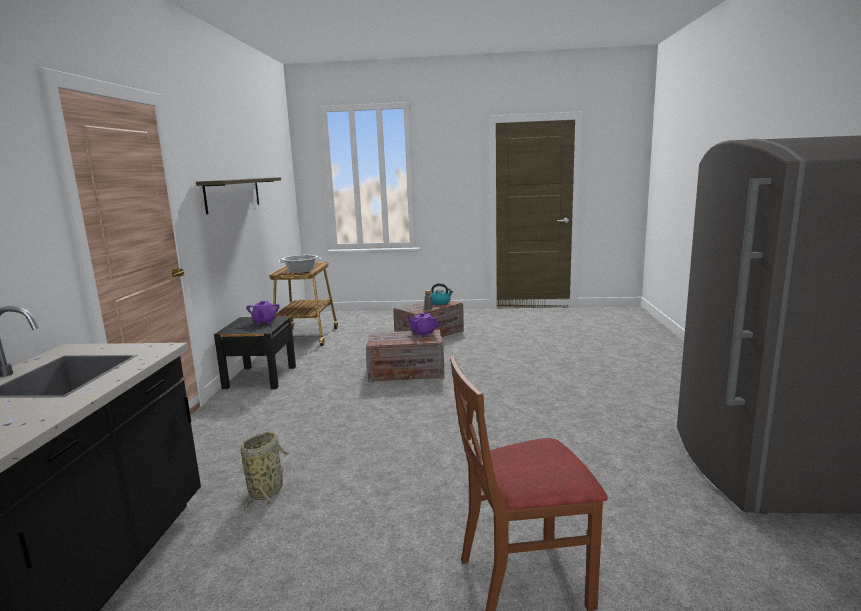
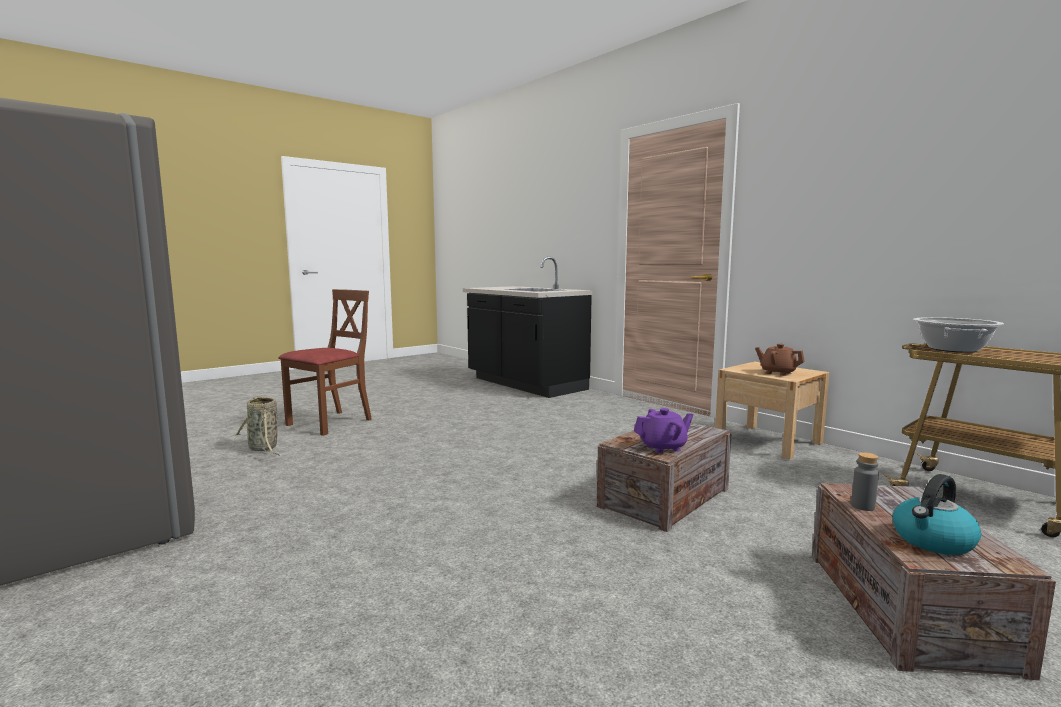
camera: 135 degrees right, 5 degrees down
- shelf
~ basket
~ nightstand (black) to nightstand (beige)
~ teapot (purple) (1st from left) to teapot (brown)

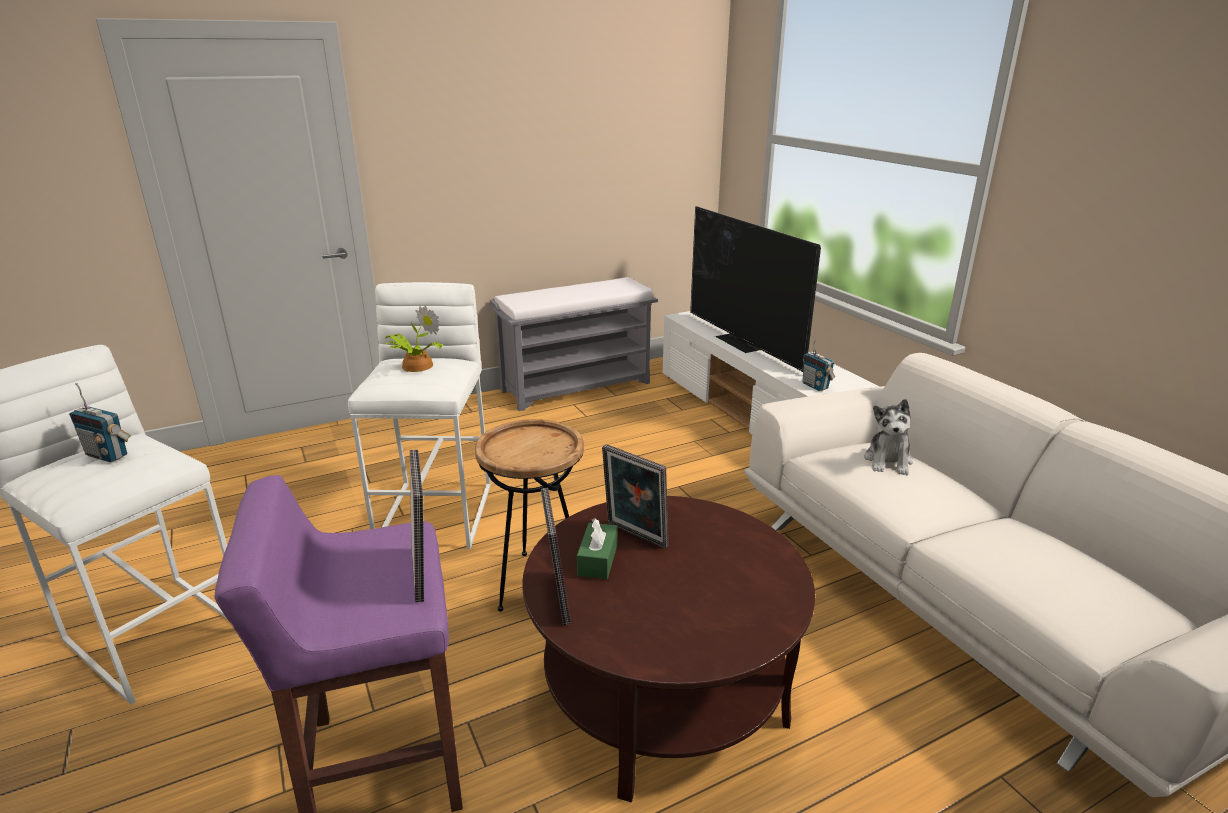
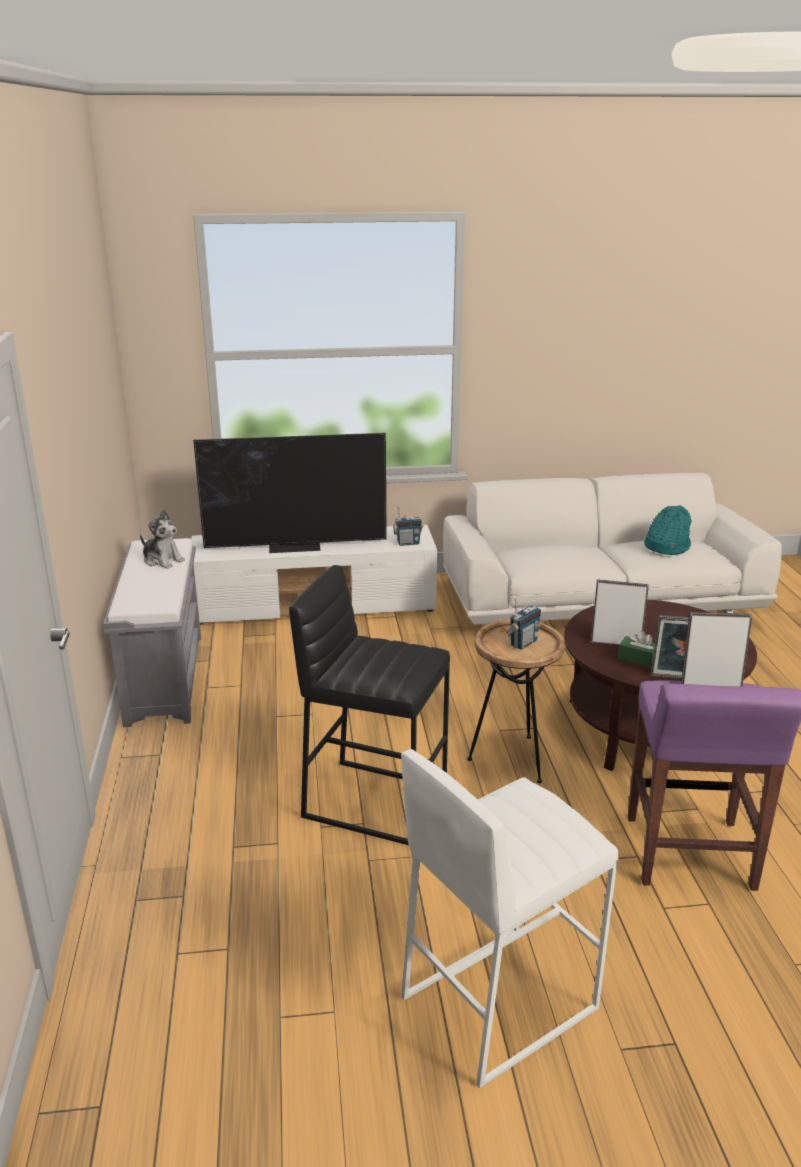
camera: 70 degrees left, 0 degrees up
- potted plant
+ hat (turquoise)
~ radio (1st from left in the first image) to radio (2nd from left)
~ plush toy
~ stool (white) (2nd from left) to stool (black)
~ picture frame (3rd from left in the first image) 135 degrees counterclockwise

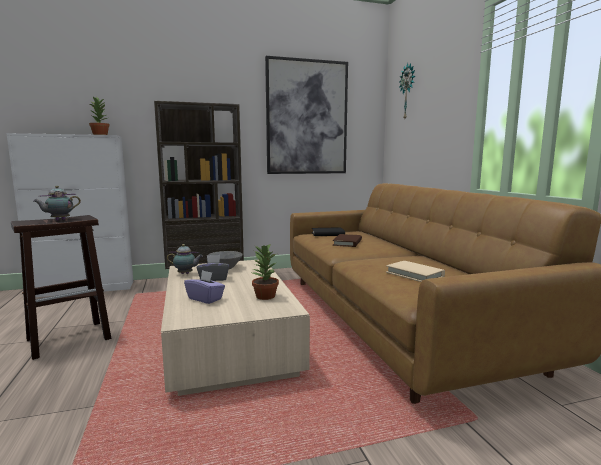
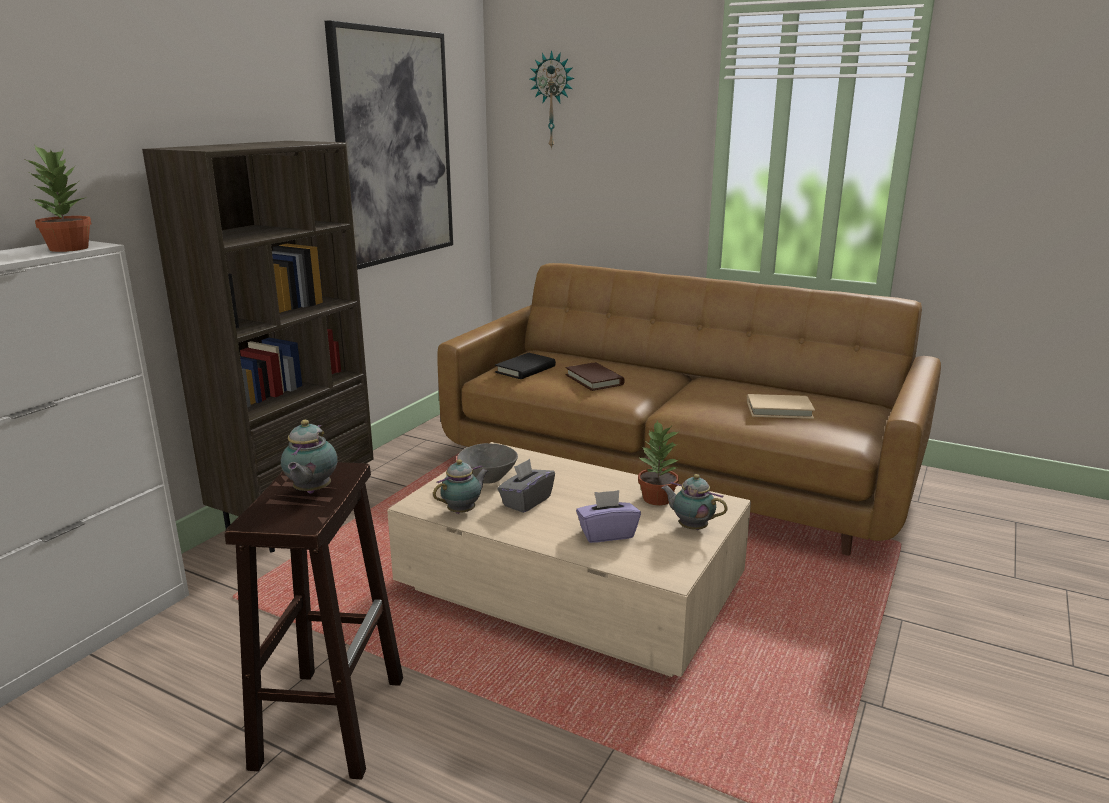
camera: 45 degrees left, 10 degrees up
+ teapot (3rd from left)

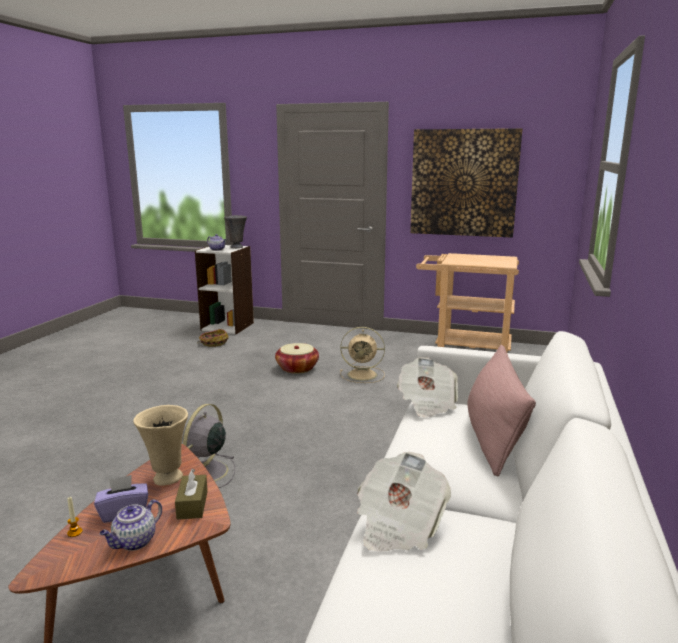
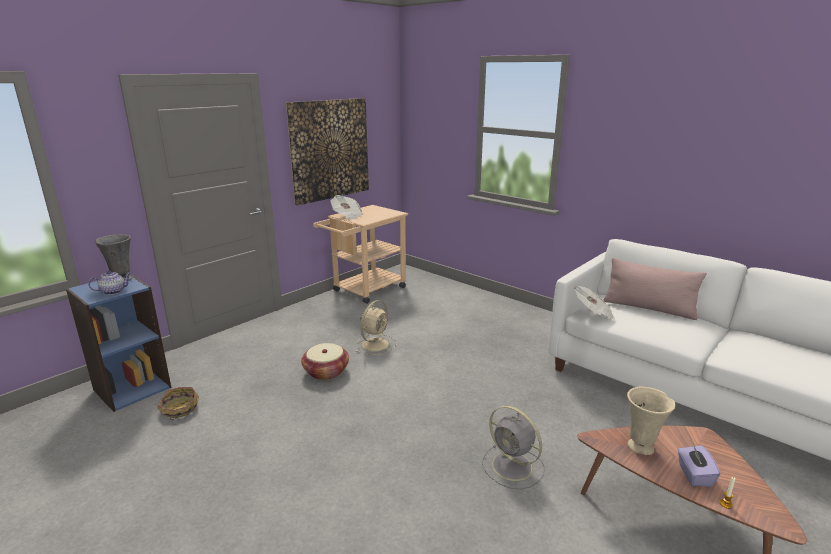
camera: 65 degrees left, 5 degrees up
- teapot (1st from left)
- tissue box (brown)
~ newspaper (1st from left)
~ bookcase (white) to bookcase (blue)

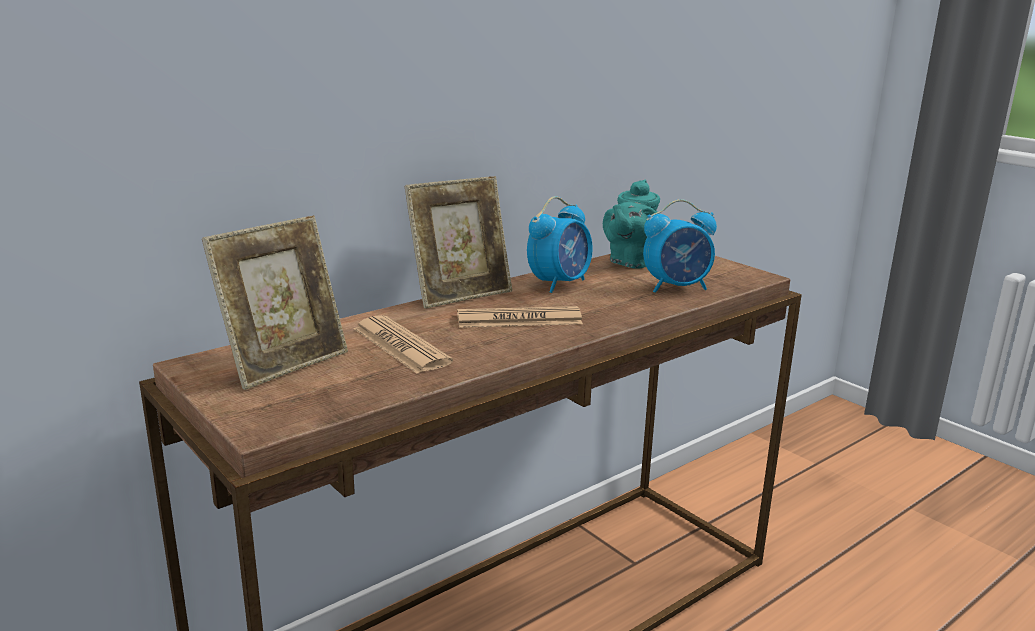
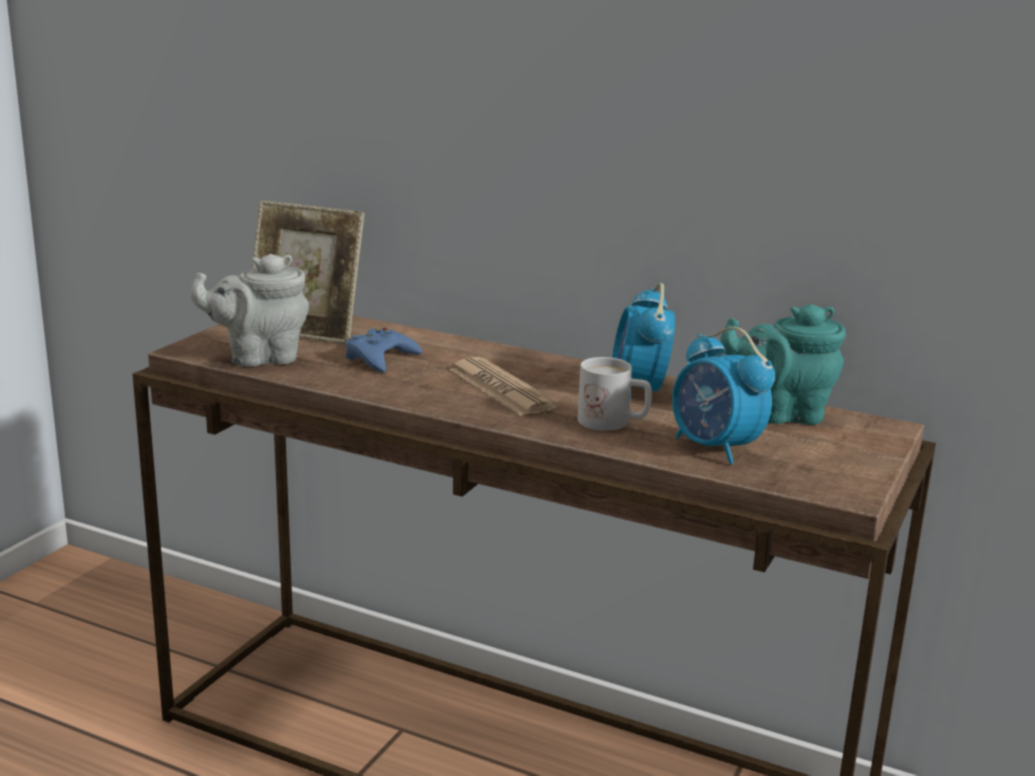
camera: 65 degrees right, 0 degrees up
- picture frame (2nd from left)
+ teapot (grey)
+ mug (white)
~ newspaper (1st from left) to game controller (blue)
~ alarm clock (1st from left) 75 degrees clockwise

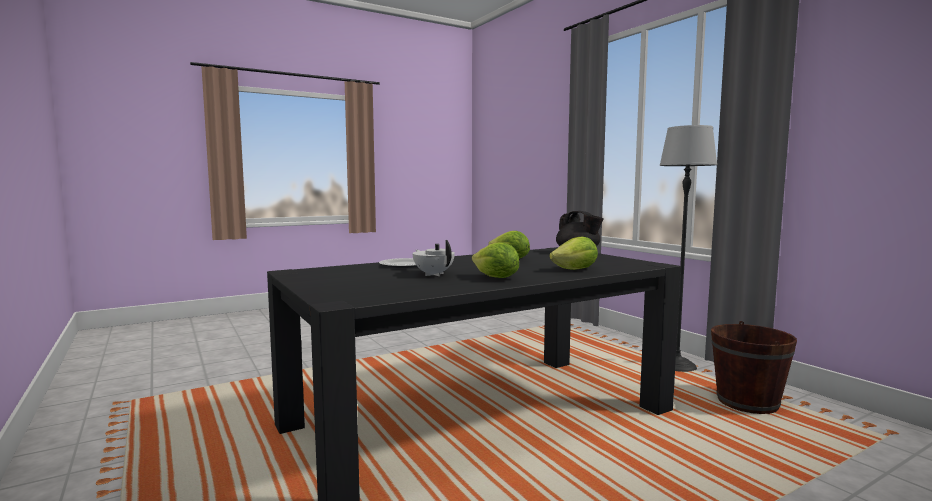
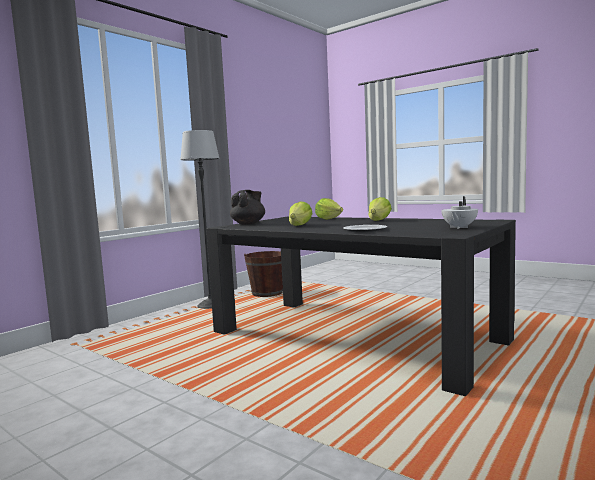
camera: 110 degrees left, 0 degrees up
~ teapot (white)

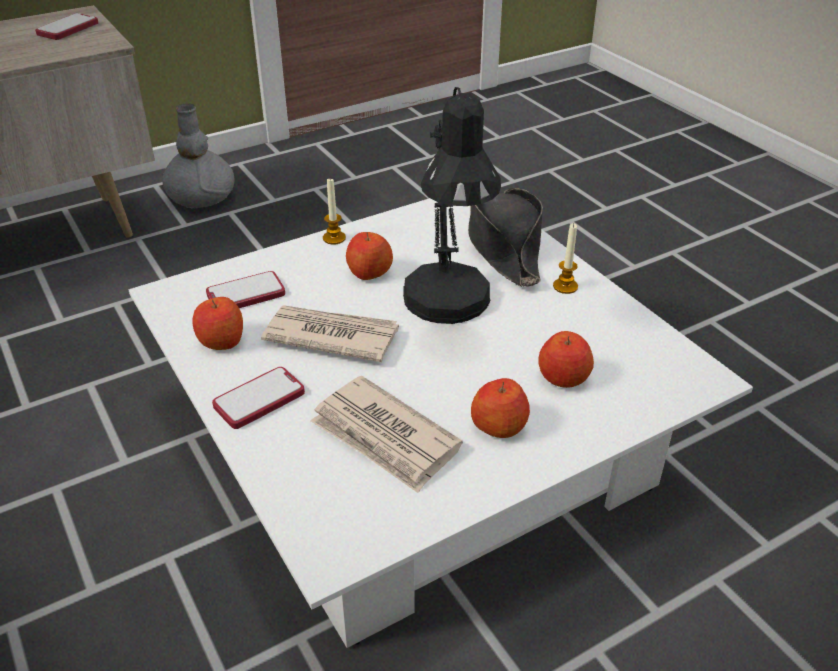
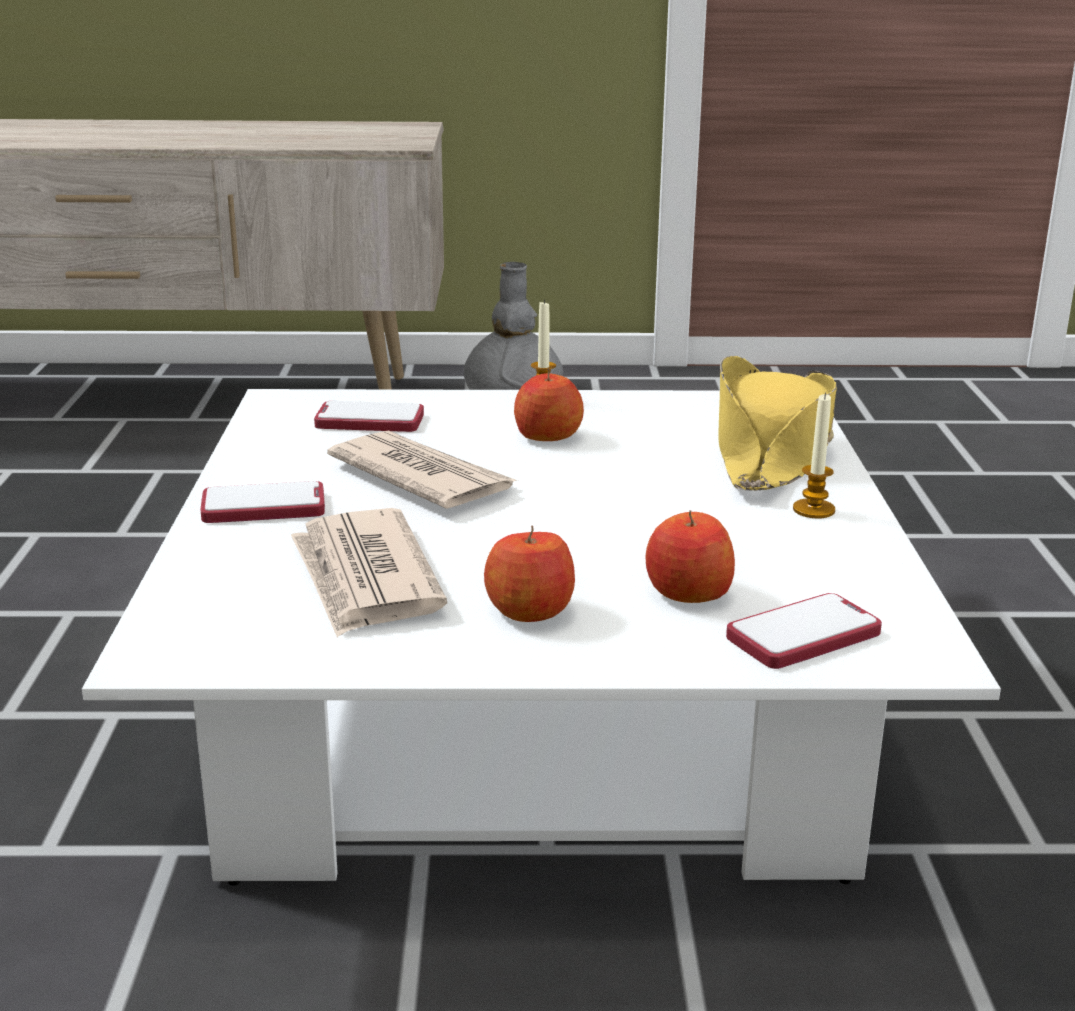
camera: 30 degrees right, 15 degrees down
- apple (1st from left)
- table lamp (black)
~ phone (1st from left in the first image) to phone (3rd from left)
~ hat (black) to hat (yellow)

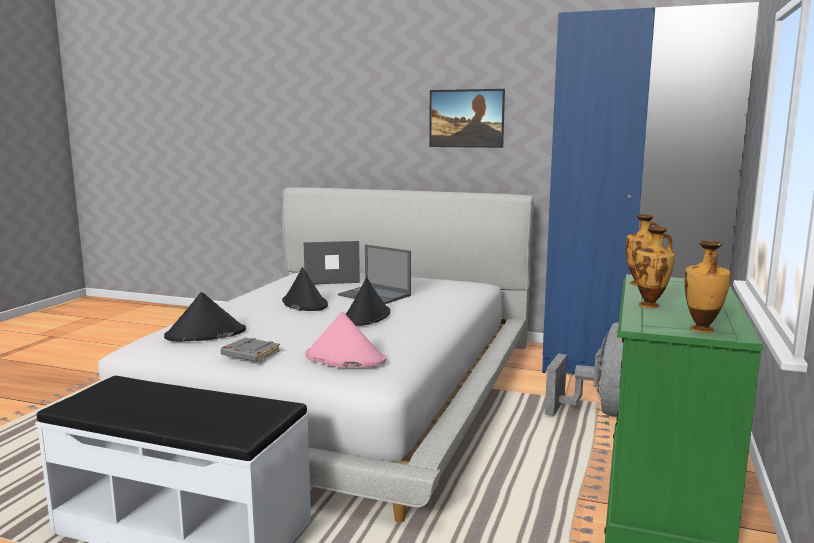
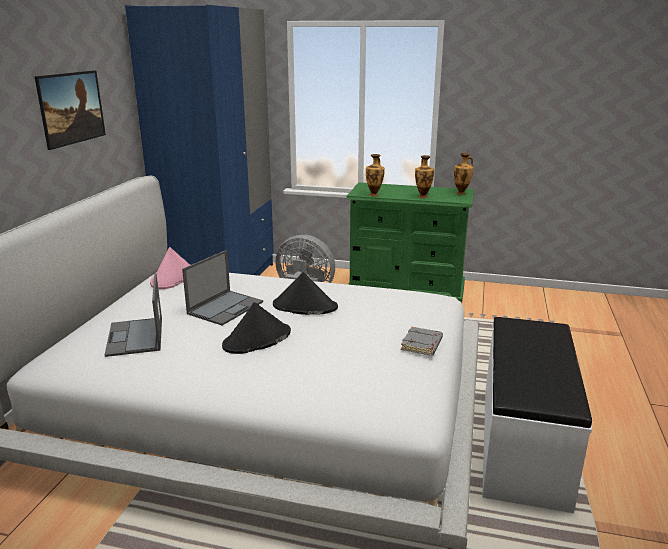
camera: 95 degrees left, 10 degrees up
- hat (black) (1st from left)
~ hat (pink)

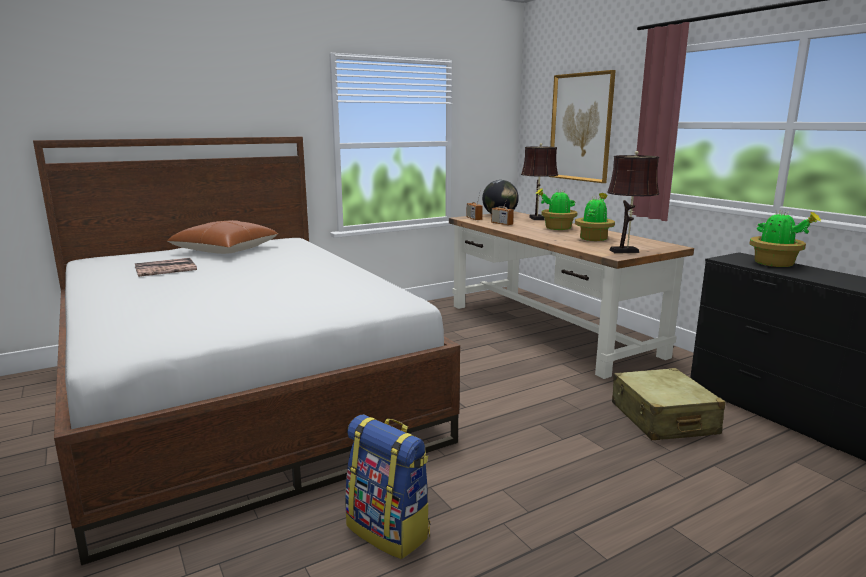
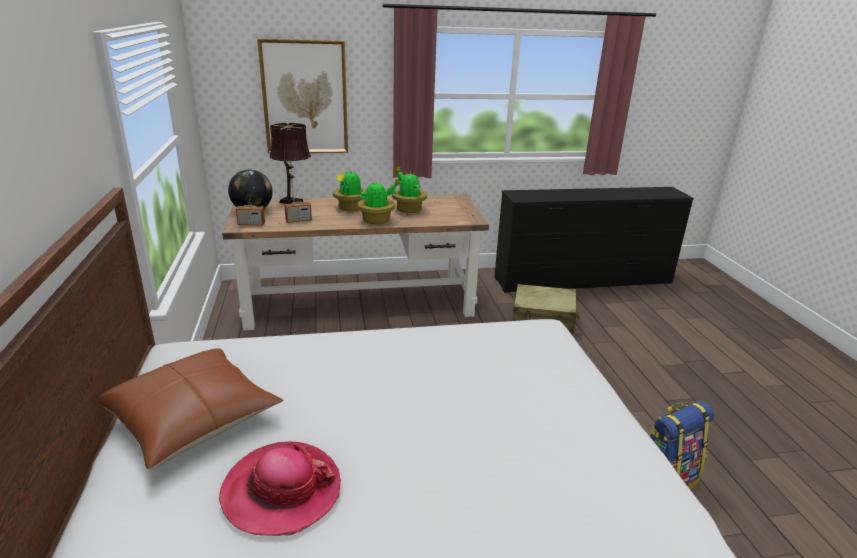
camera: 70 degrees left, 10 degrees up
- table lamp (brown) (2nd from left)
~ potted plant (3rd from left in the first image) to potted plant (2nd from left)
~ book to hat

